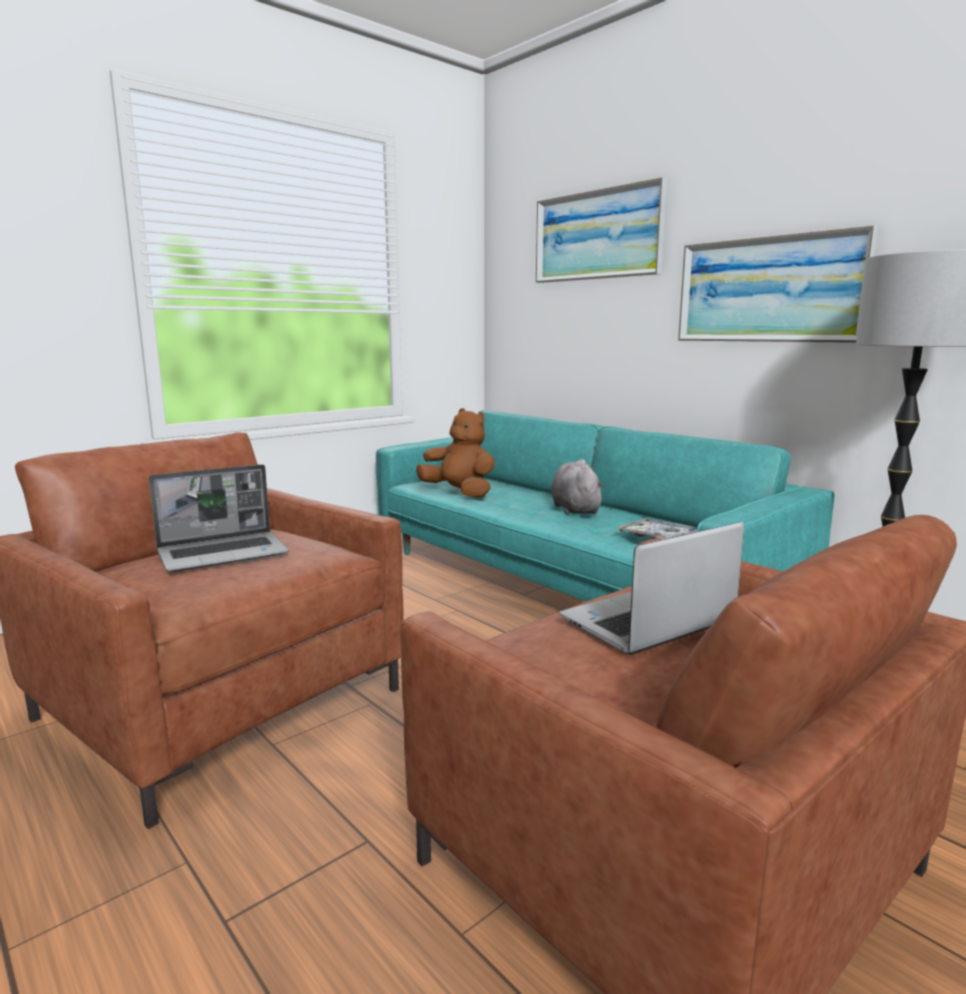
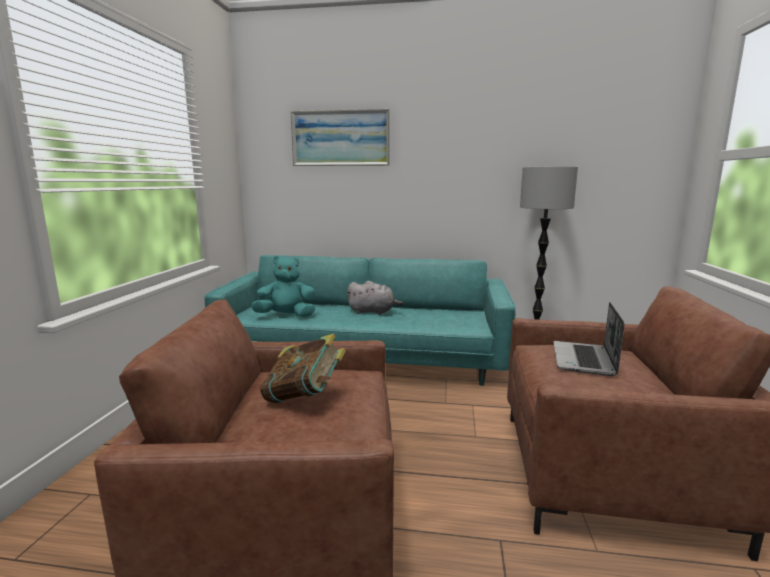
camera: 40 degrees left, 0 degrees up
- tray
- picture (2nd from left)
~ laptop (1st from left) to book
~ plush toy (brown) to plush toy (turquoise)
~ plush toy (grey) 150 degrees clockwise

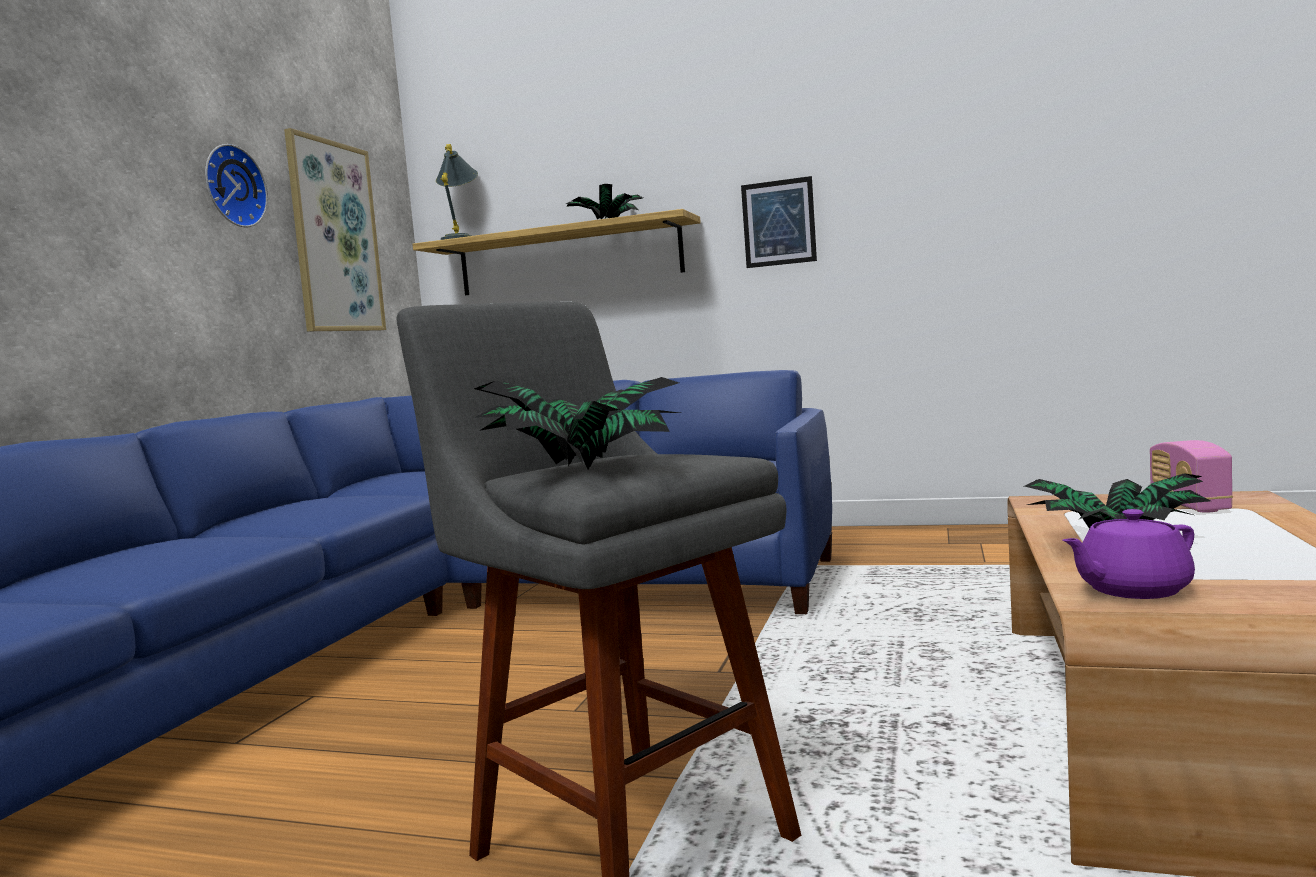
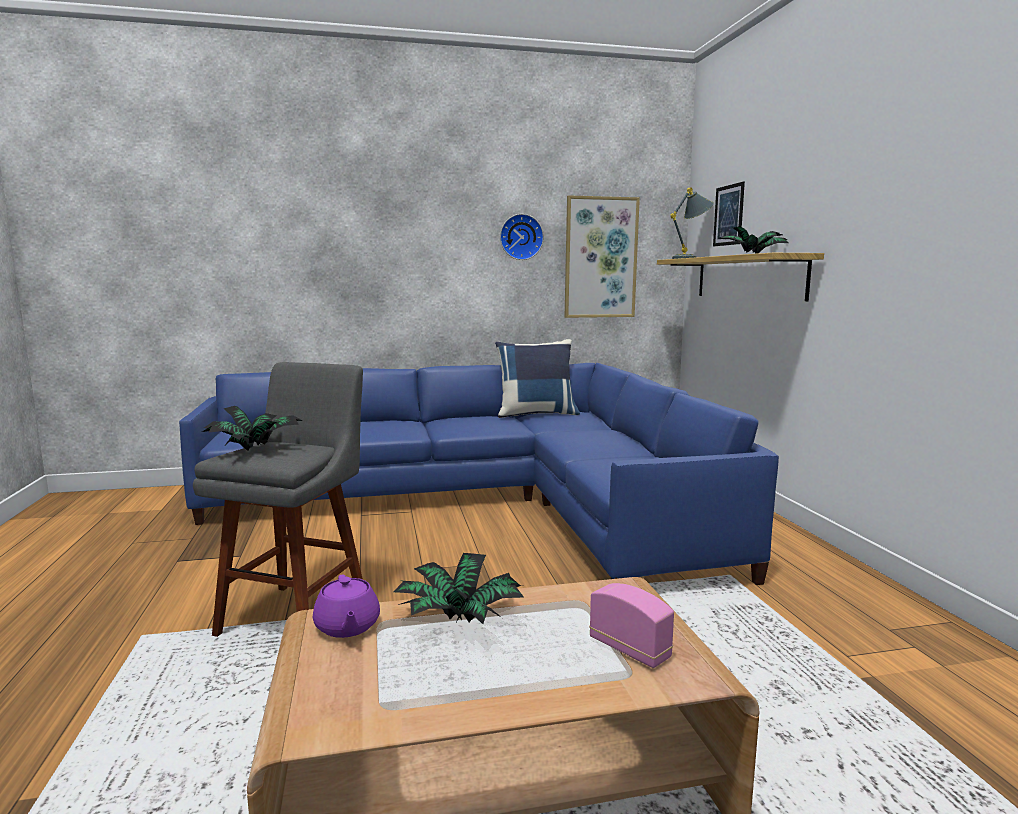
camera: 60 degrees right, 5 degrees up
+ pillow (blue)
~ picture (2nd from left)
~ teapot (purple) 150 degrees counterclockwise
~ radio 75 degrees clockwise

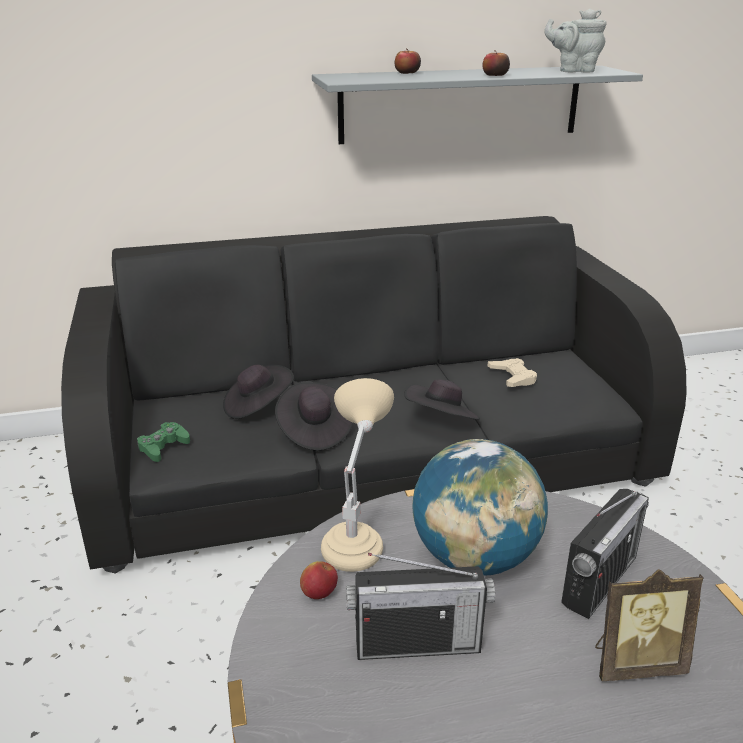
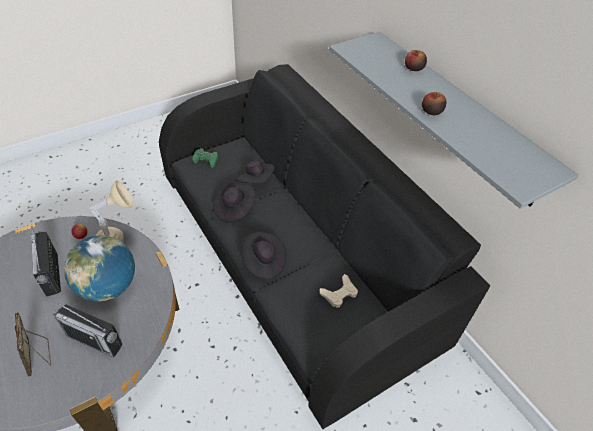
camera: 70 degrees right, 20 degrees up
- teapot (grey)

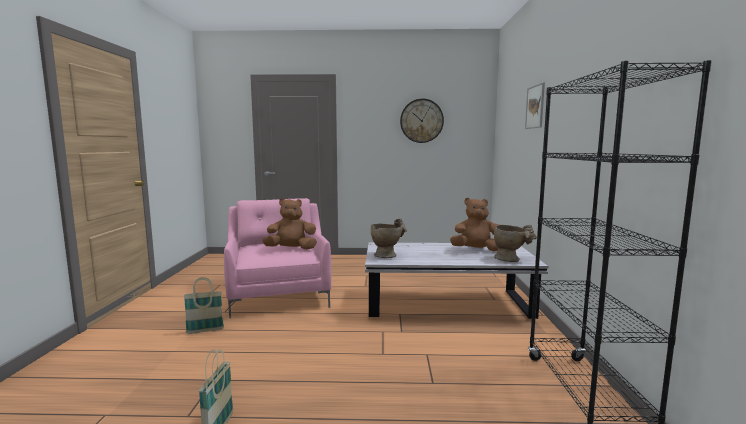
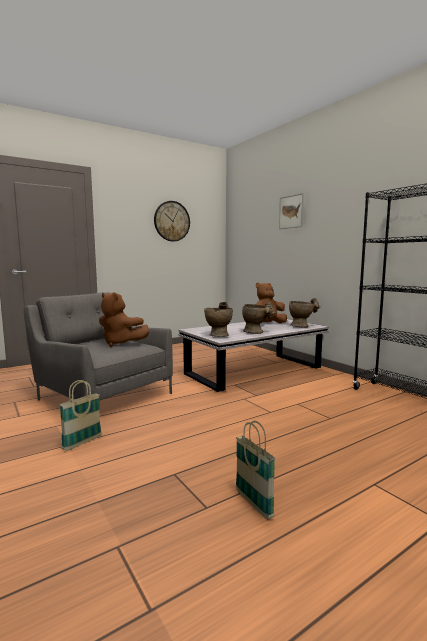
camera: 35 degrees left, 0 degrees up
+ vase (beige) (2nd from left)
~ armchair (pink) to armchair (grey)
~ plush toy (brown) (1st from left) 105 degrees counterclockwise

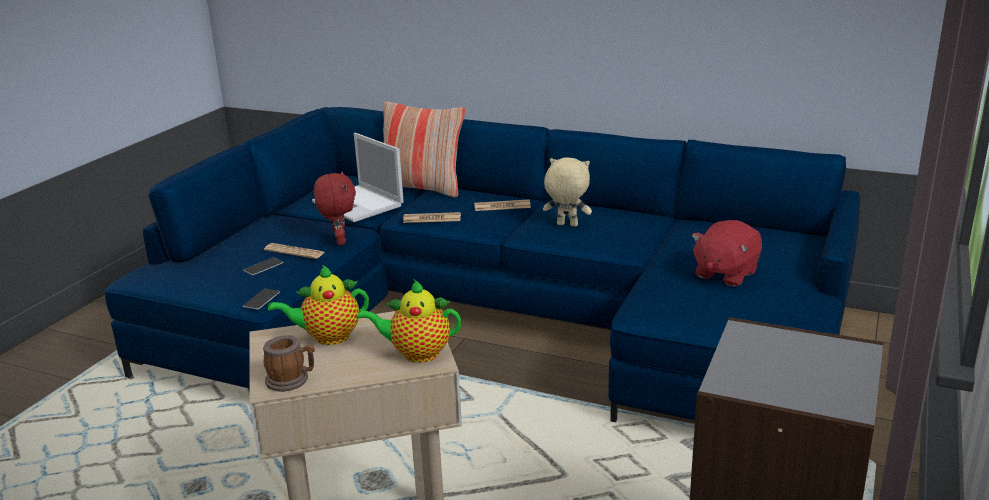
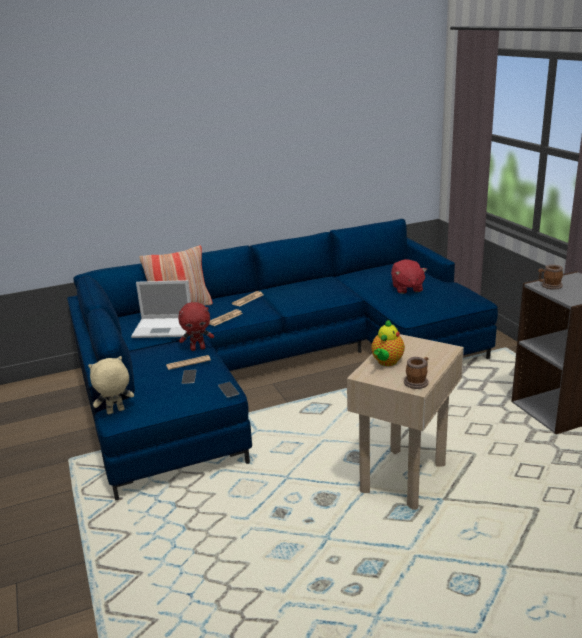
camera: 45 degrees left, 0 degrees up
- teapot (2nd from left)
+ mug (2nd from left)
~ plush toy (beige)
~ plush toy (red) (1st from left) 135 degrees clockwise

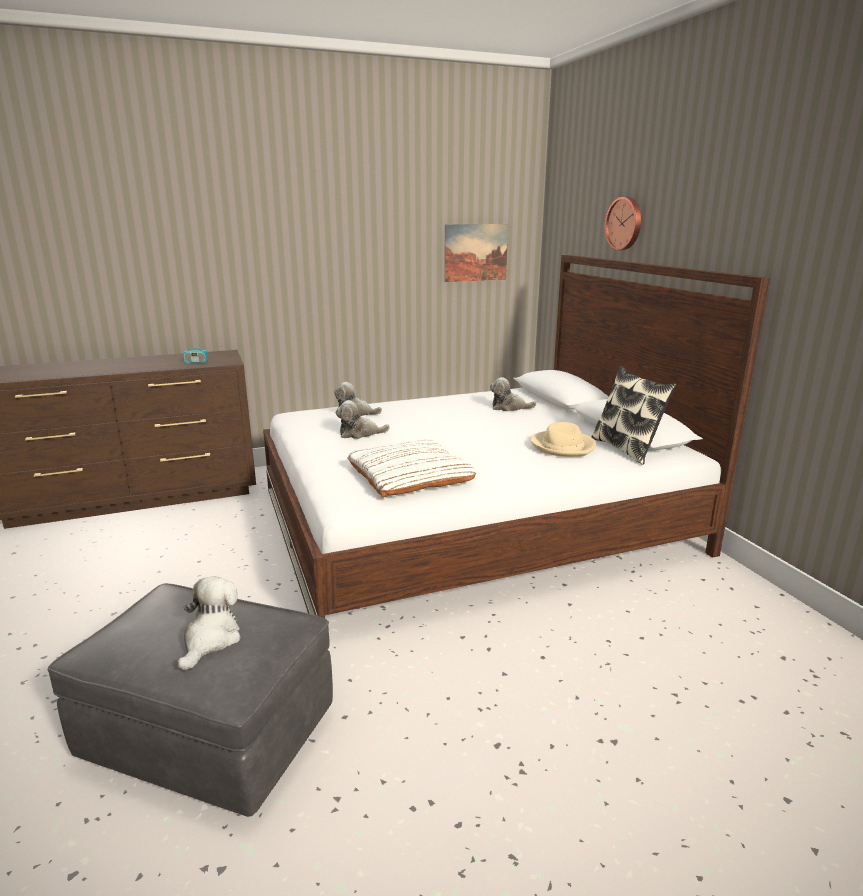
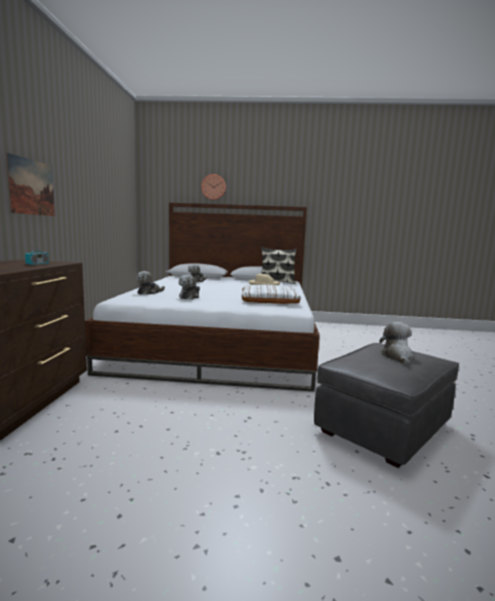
camera: 65 degrees left, 10 degrees down
~ picture
~ plush toy (1st from left in the first image) 60 degrees clockwise

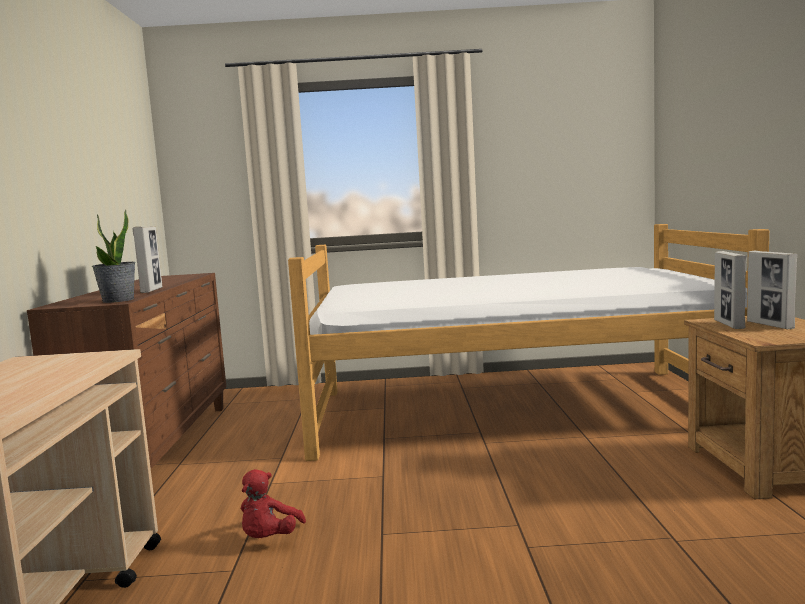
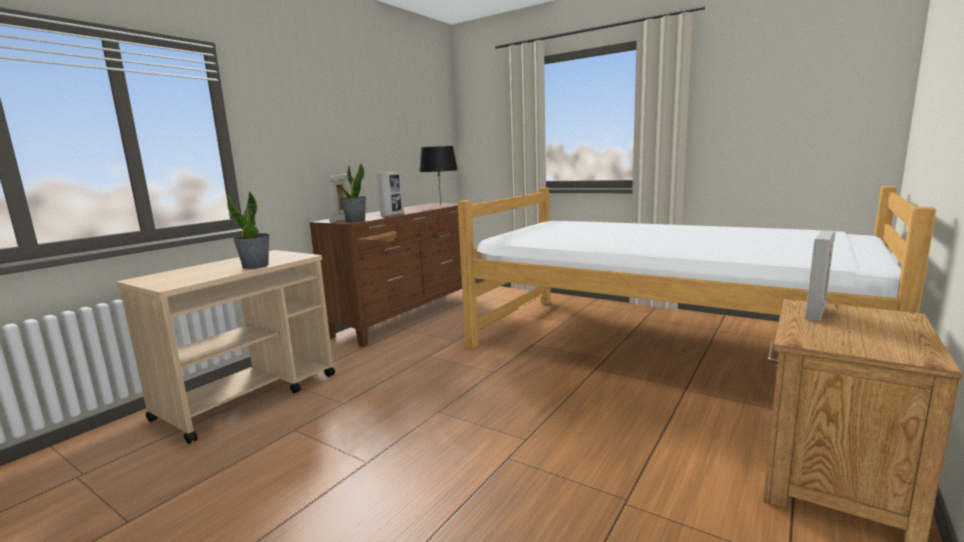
camera: 35 degrees right, 5 degrees up
- plush toy (red)
+ potted plant (1st from left)
+ table lamp (black)
~ picture frame (3rd from left in the first image) to picture frame (1st from left)

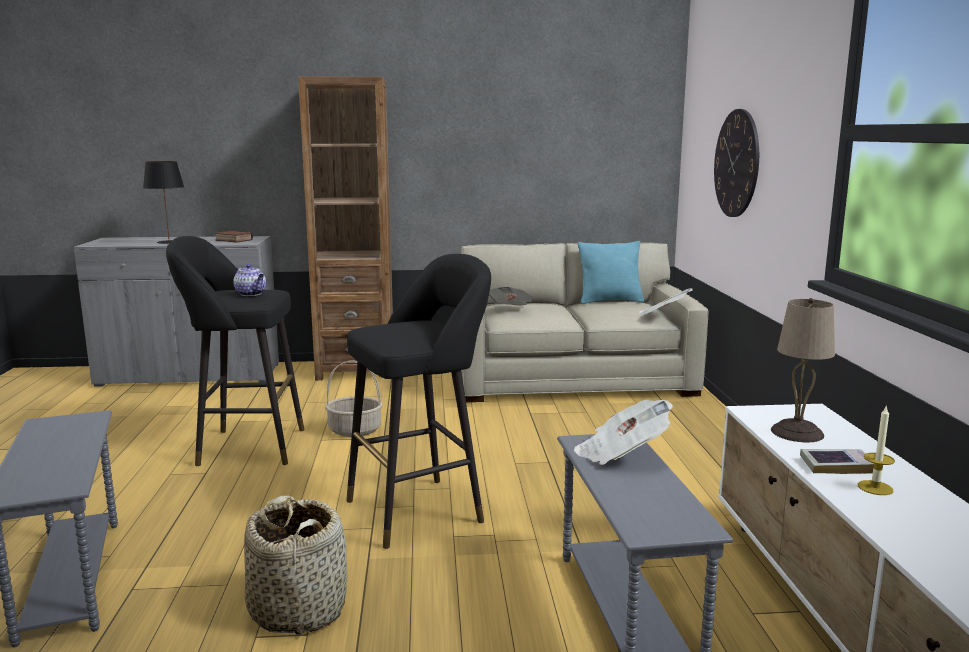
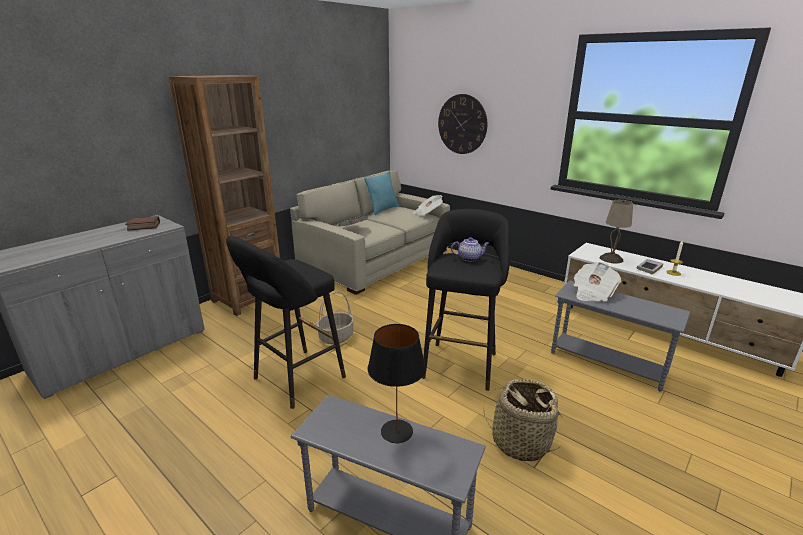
camera: 45 degrees left, 10 degrees up
~ table lamp (black)
~ teapot

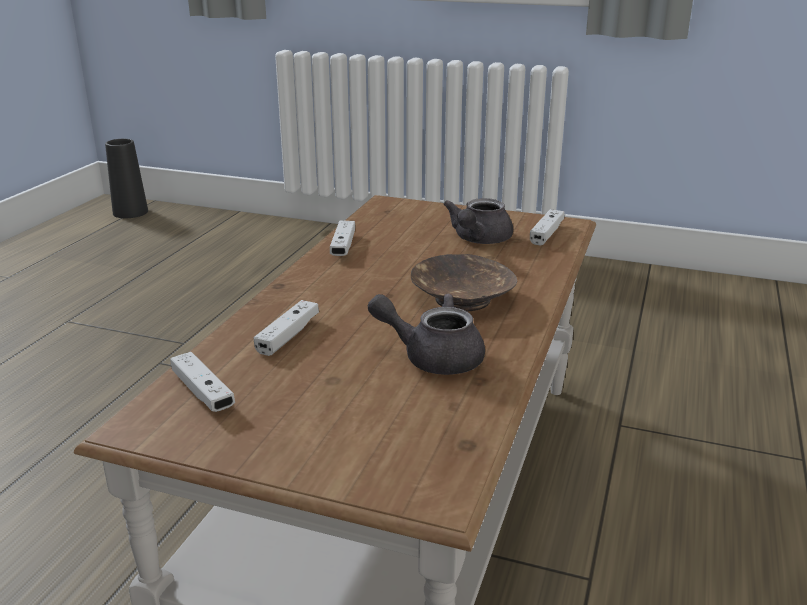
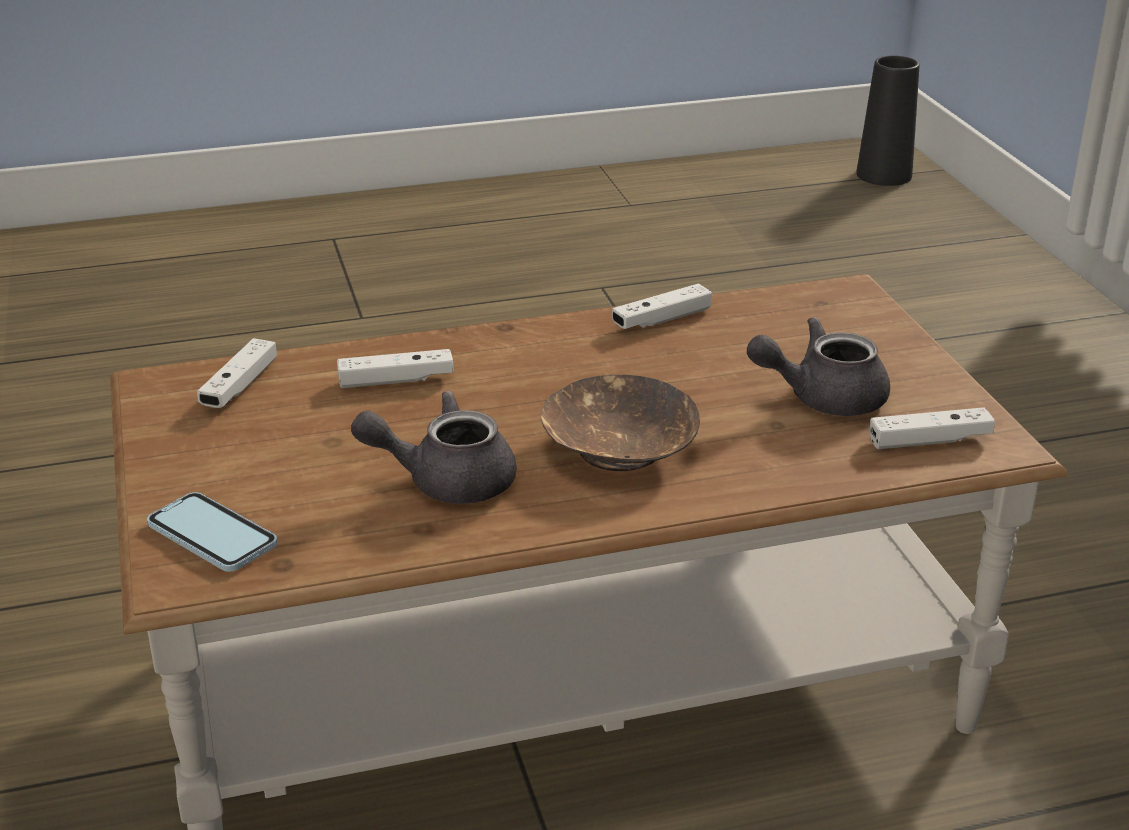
camera: 55 degrees right, 5 degrees up
+ phone
~ teapot (grey) (1st from left) 75 degrees counterclockwise

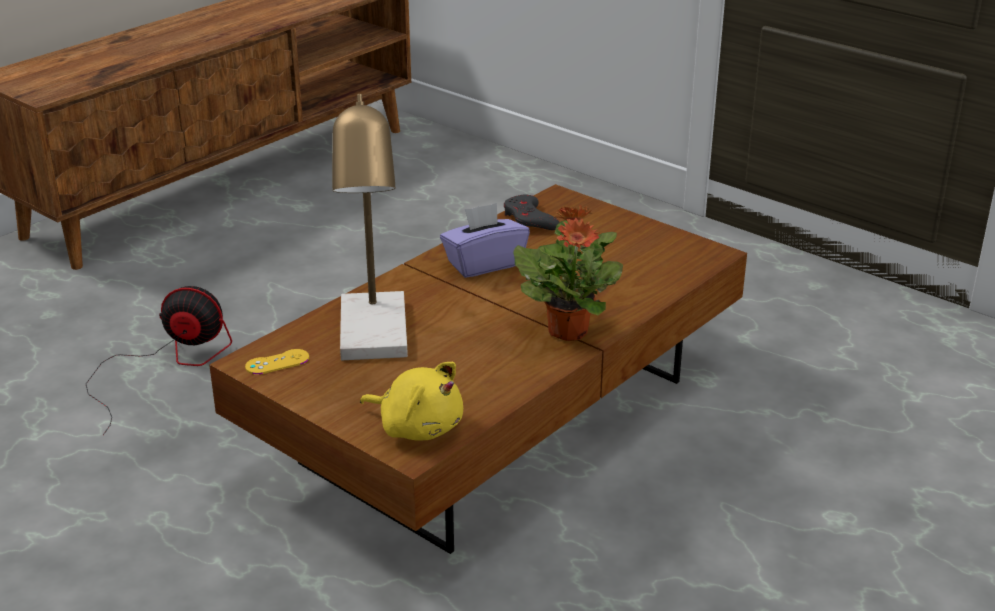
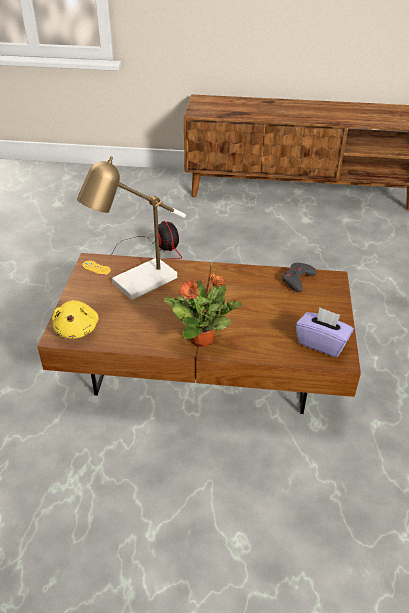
camera: 55 degrees right, 10 degrees up
~ tissue box (purple)

